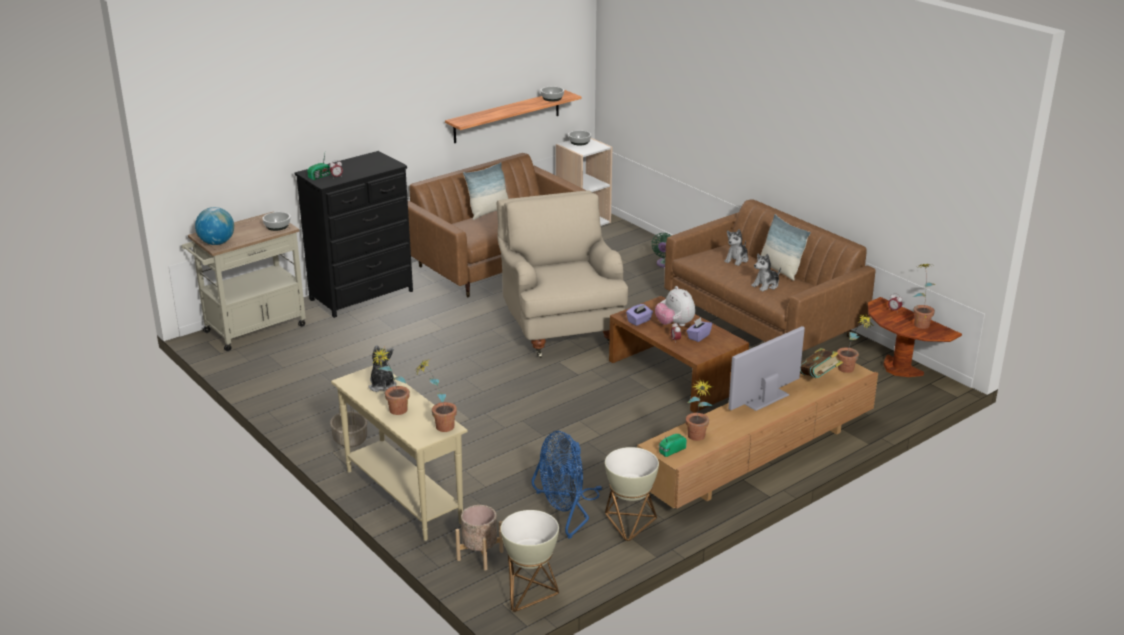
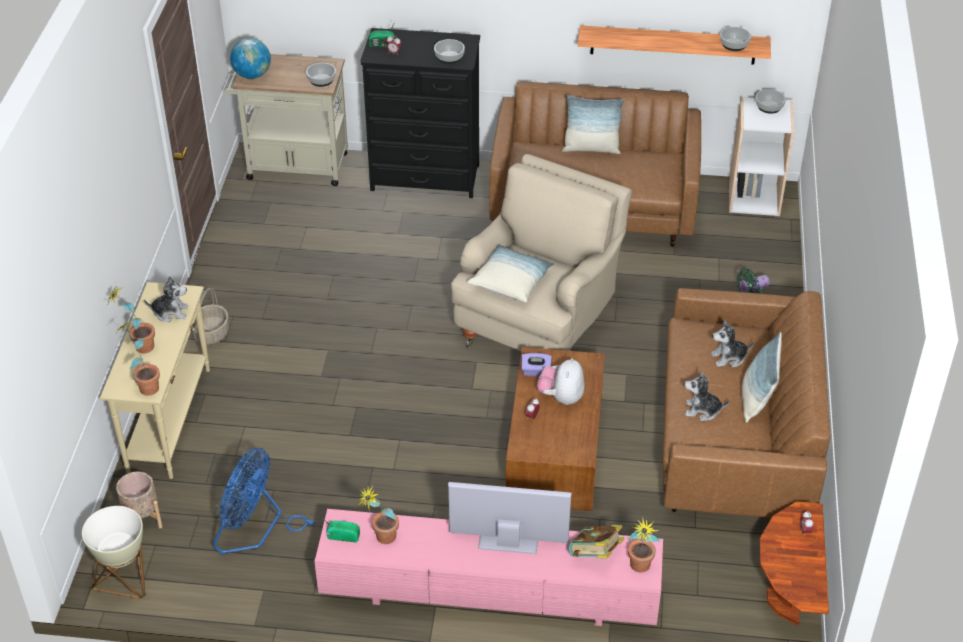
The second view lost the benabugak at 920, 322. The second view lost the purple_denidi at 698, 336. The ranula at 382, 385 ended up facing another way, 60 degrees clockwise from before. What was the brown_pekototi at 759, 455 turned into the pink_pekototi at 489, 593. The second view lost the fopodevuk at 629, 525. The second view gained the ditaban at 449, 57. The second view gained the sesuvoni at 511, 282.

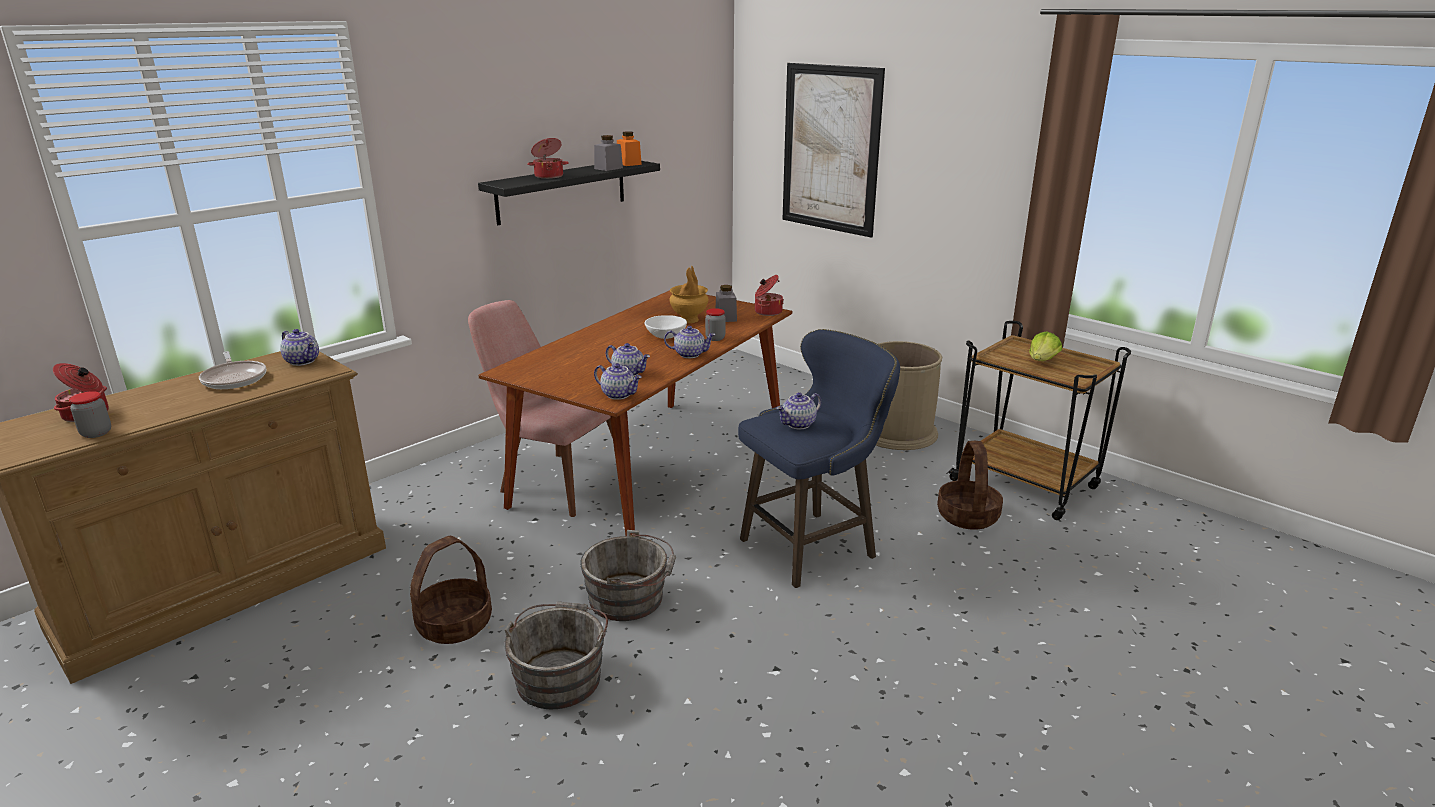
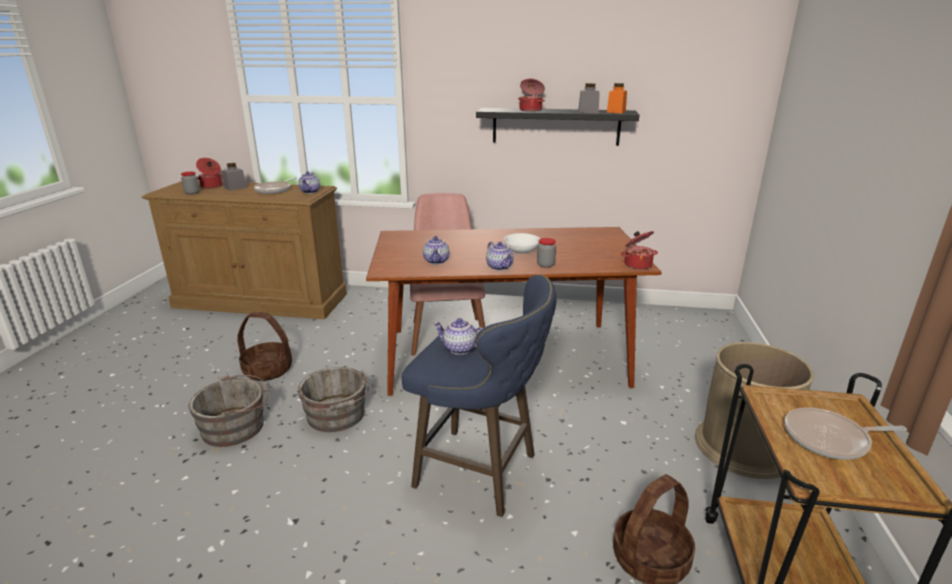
The second view lost the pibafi at 830, 149. The second view lost the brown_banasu at 689, 320. The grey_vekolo ended up elsewhere, having gone from 726, 318 to 235, 187. Where the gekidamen stood at 1042, 361, the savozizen came to stand at 830, 439. The second view lost the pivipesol at 619, 395.

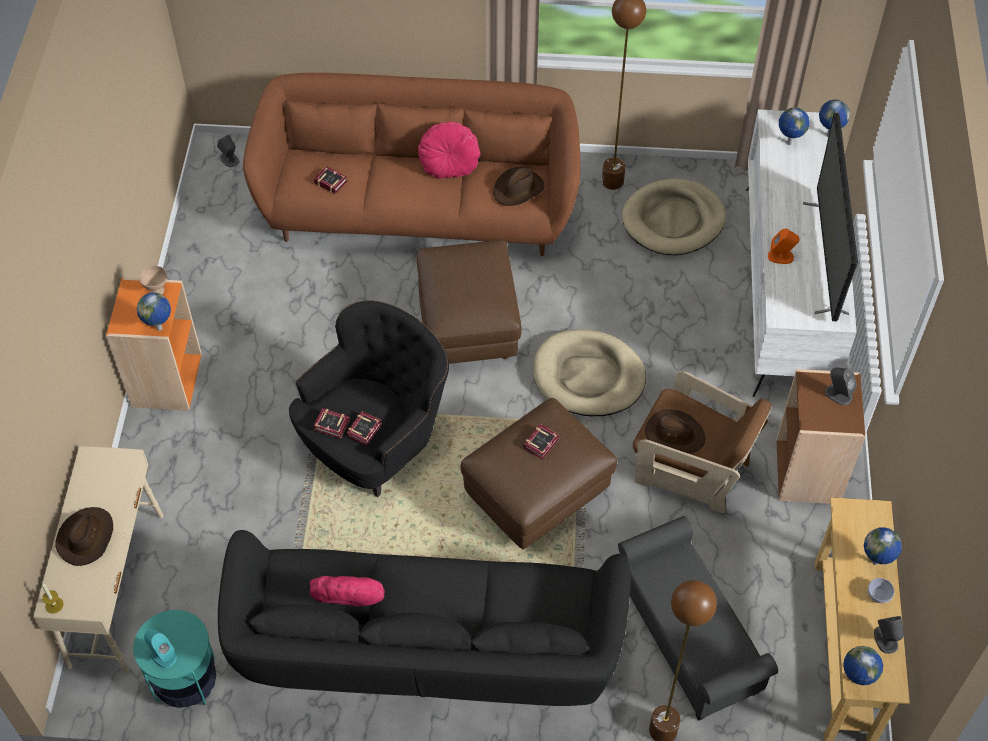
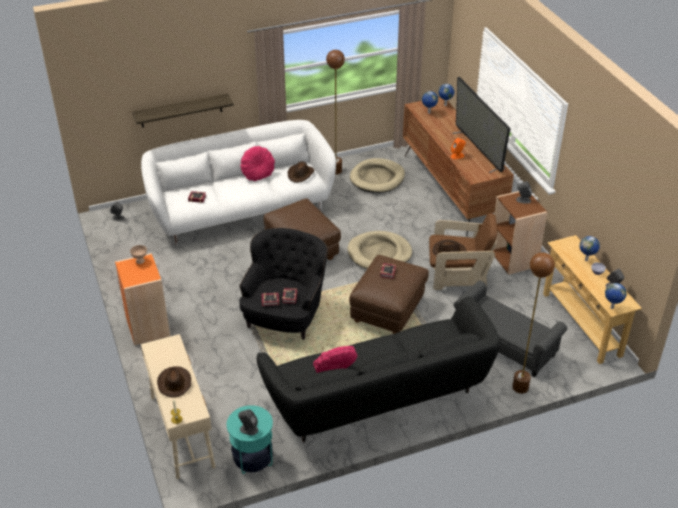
What was the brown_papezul at 418, 209 turned into the white_papezul at 241, 210. What was the white_pekototi at 785, 291 turned into the brown_pekototi at 452, 190. The second view lost the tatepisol at 160, 328. What was the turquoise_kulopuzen at 163, 655 turned into the grey_kulopuzen at 248, 429. The second view gained the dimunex at 181, 110.

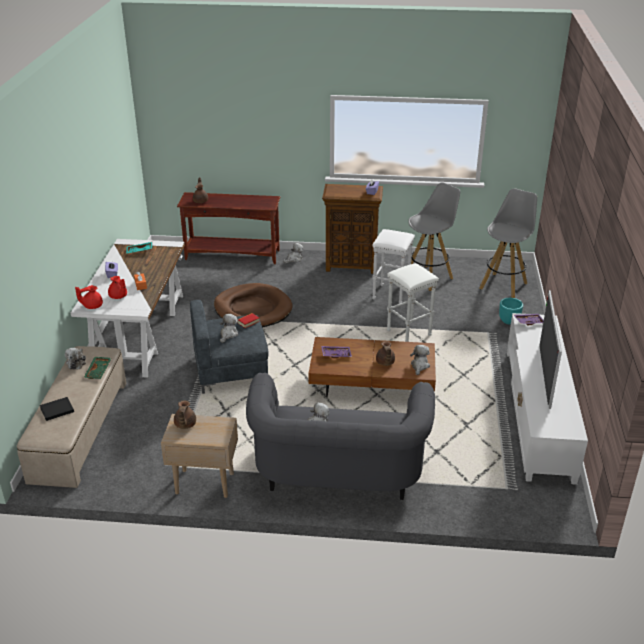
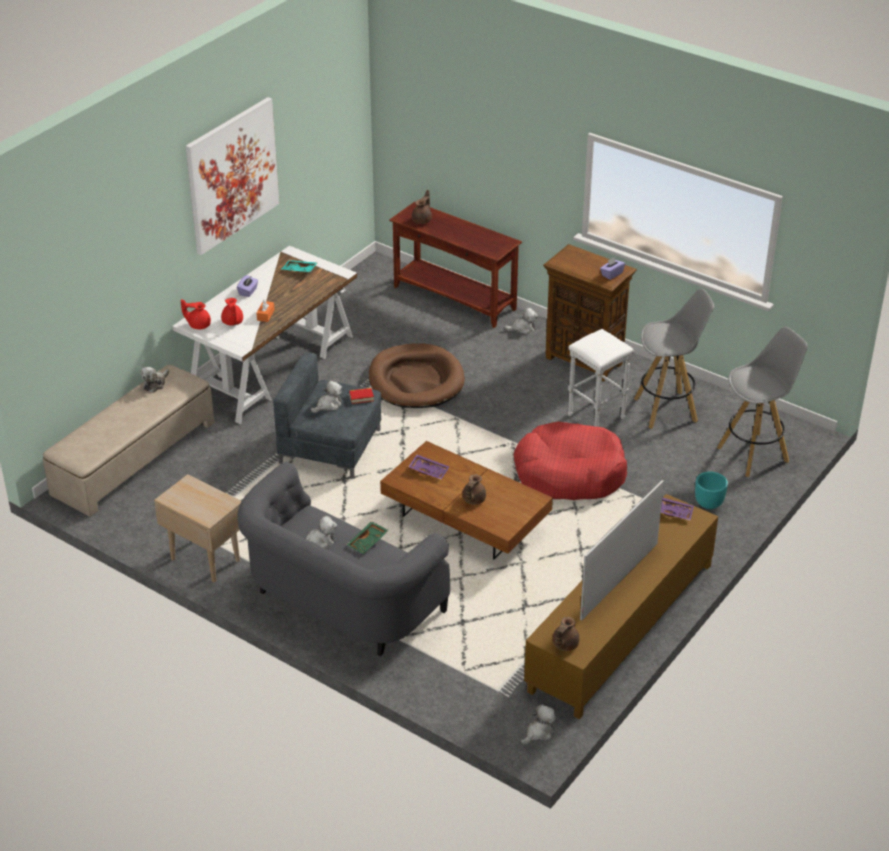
Where the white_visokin stood at 409, 332, the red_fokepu came to stand at 569, 473. What was the white_pekototi at 538, 413 turned into the brown_pekototi at 621, 627. The ranula ended up elsewhere, having gone from 419, 366 to 538, 732. The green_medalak ended up elsewhere, having gone from 99, 371 to 368, 542. The second view lost the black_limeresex at 56, 410. The brown_pivipesol ended up elsewhere, having gone from 184, 425 to 564, 644. The second view gained the pibafi at 232, 175.

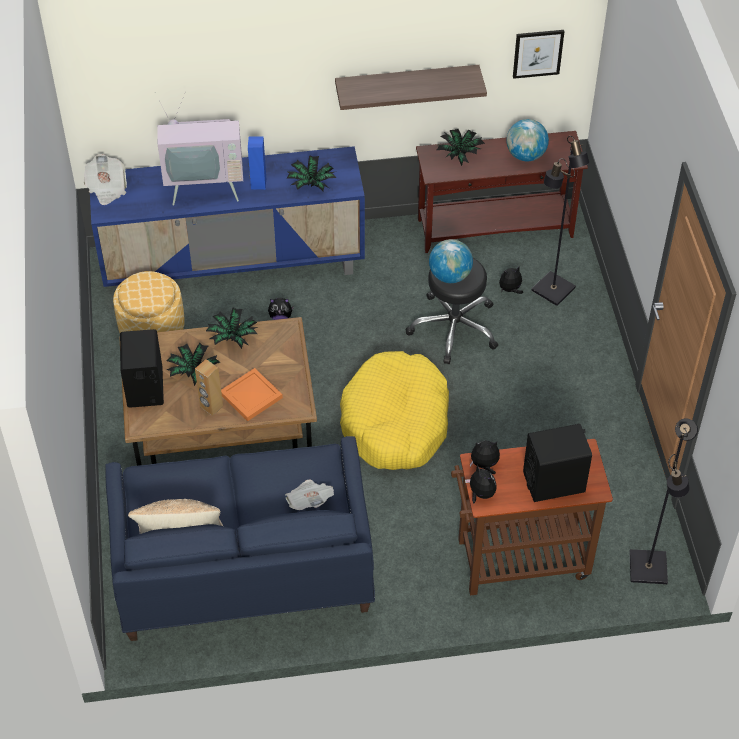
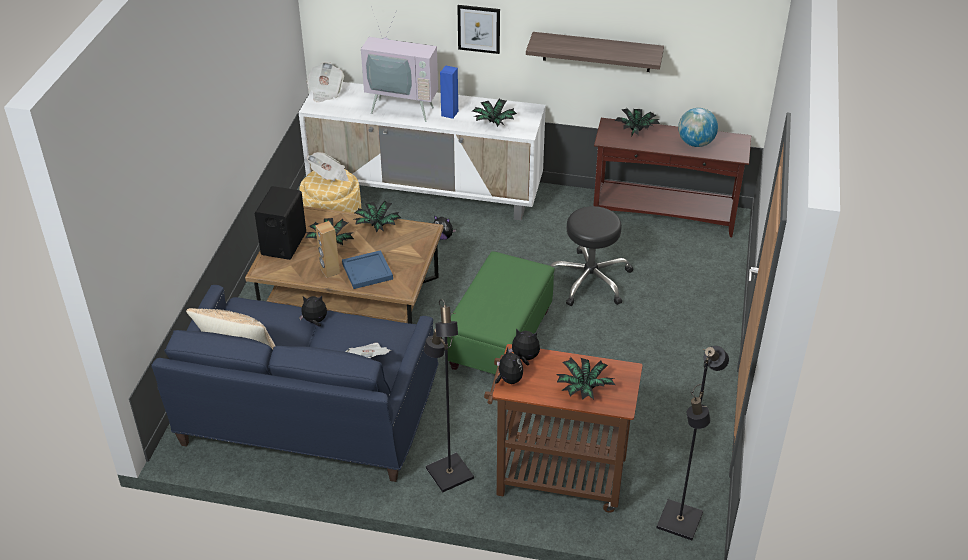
The pibafi ended up elsewhere, having gone from 538, 53 to 479, 28. The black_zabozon ended up elsewhere, having gone from 553, 289 to 449, 473. What was the blue_pekototi at 234, 261 turned into the white_pekototi at 426, 189. The second view lost the tatepisol at 450, 276. The ranula ended up elsewhere, having gone from 510, 290 to 315, 321. Where the yellow_fokepu stood at 395, 422, the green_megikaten came to stand at 500, 338. What was the orange_medalak at 251, 397 turned into the blue_medalak at 367, 272. Where the black_kulopuzen stood at 554, 482, the benabugak came to stand at 583, 388. The second view gained the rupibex at 329, 176.

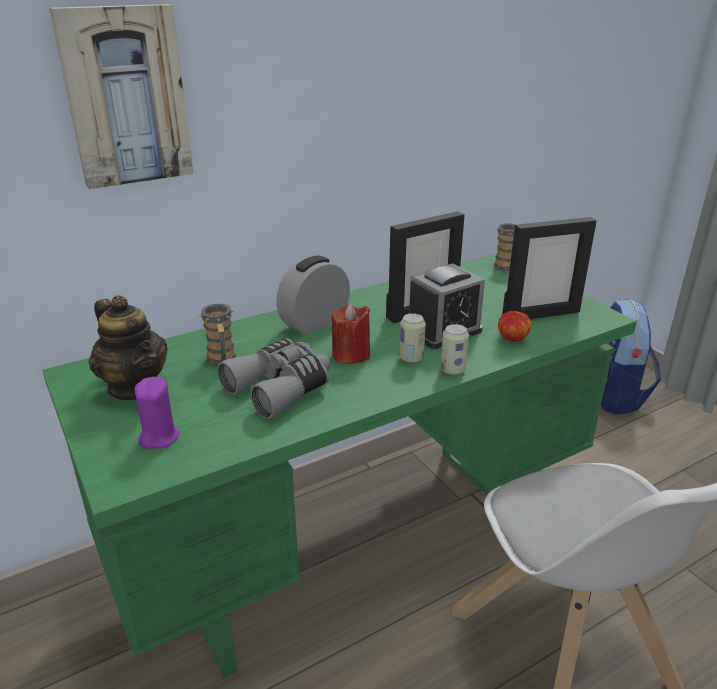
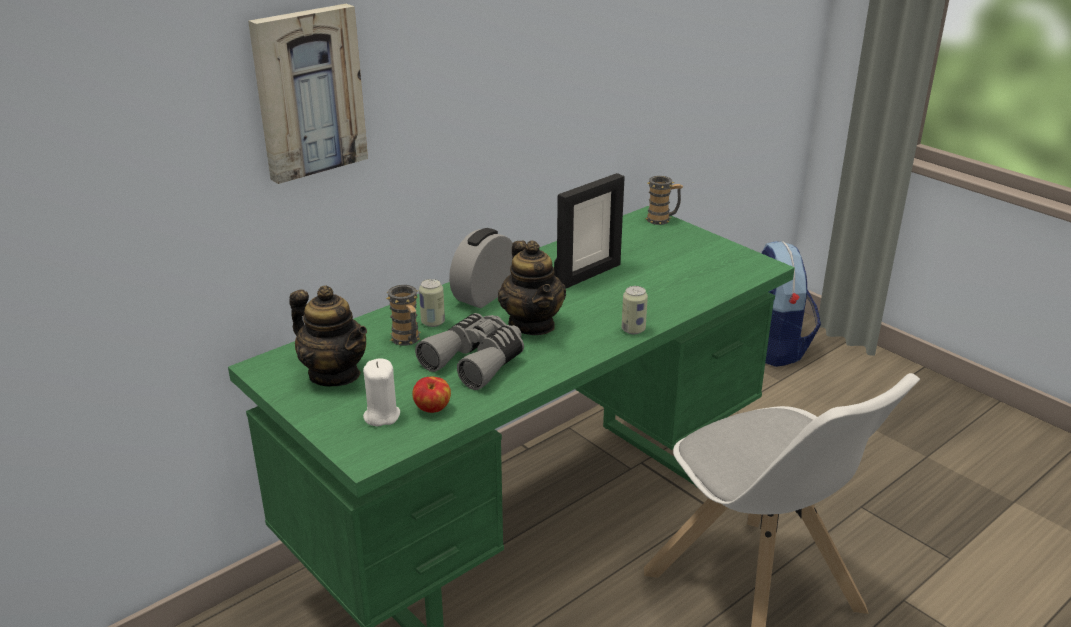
The second view lost the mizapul at 541, 314. The second view lost the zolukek at 443, 331. Where the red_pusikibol stood at 351, 355, the pivipesol came to stand at 532, 324. The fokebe ended up elsewhere, having gone from 512, 339 to 432, 409. The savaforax ended up elsewhere, having gone from 411, 358 to 433, 322. What was the purple_pusikibol at 159, 437 turned into the white_pusikibol at 381, 415.

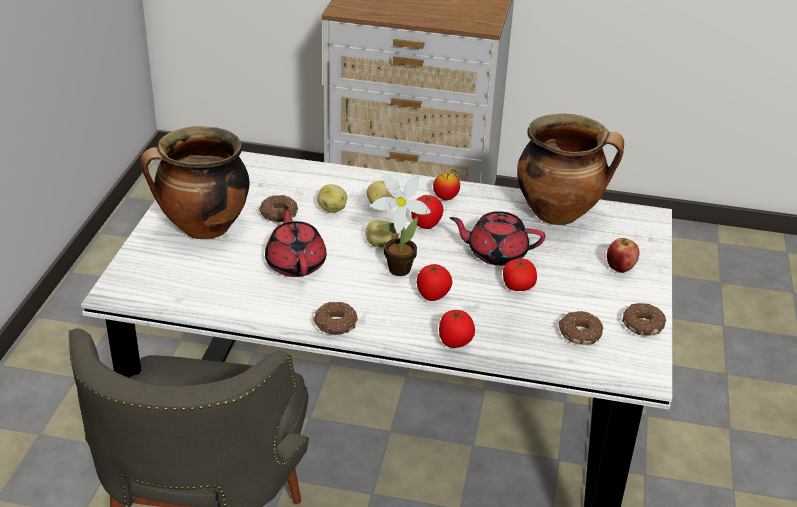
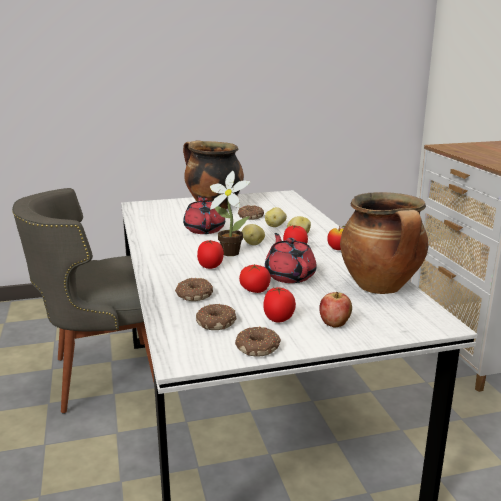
The red_pivipesol at 296, 263 ended up facing another way, 60 degrees counterclockwise from before. The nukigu ended up elsewhere, having gone from 335, 324 to 193, 295. The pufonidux ended up elsewhere, having gone from 455, 343 to 278, 320.

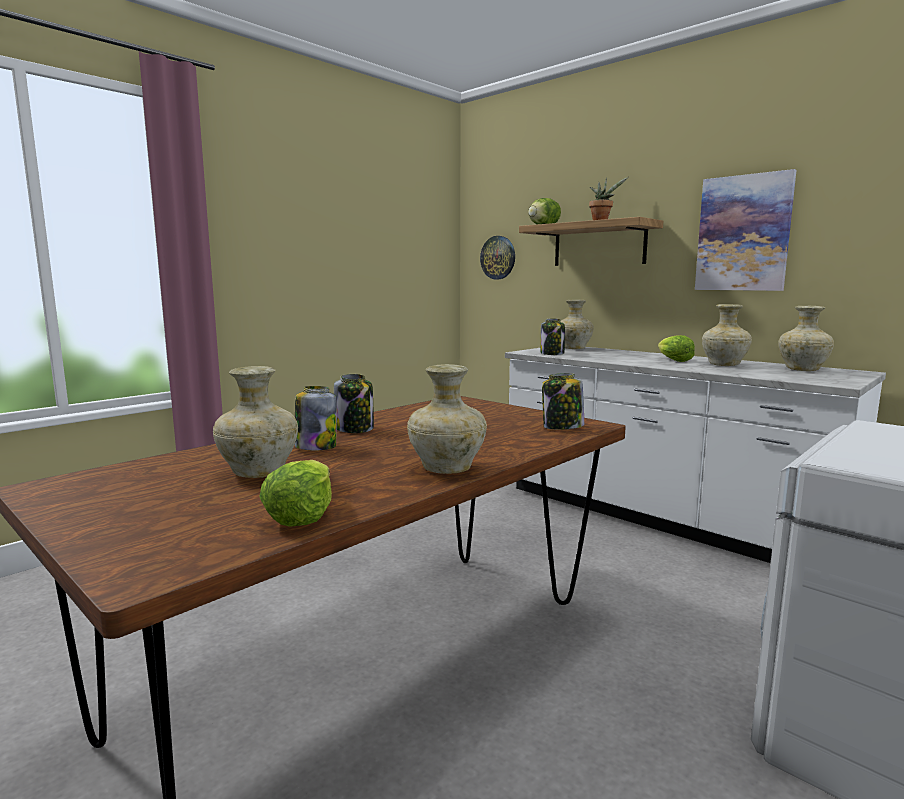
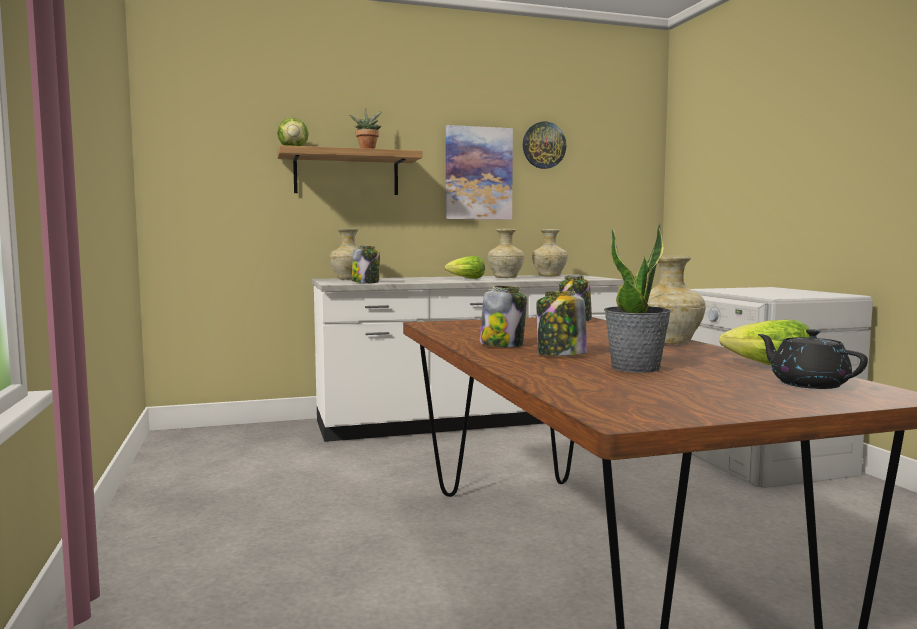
The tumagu ended up elsewhere, having gone from 498, 257 to 543, 145. Where the beige_banasu stood at 259, 472, the benabugak came to stand at 636, 368. The second view gained the black_pivipesol at 808, 384.

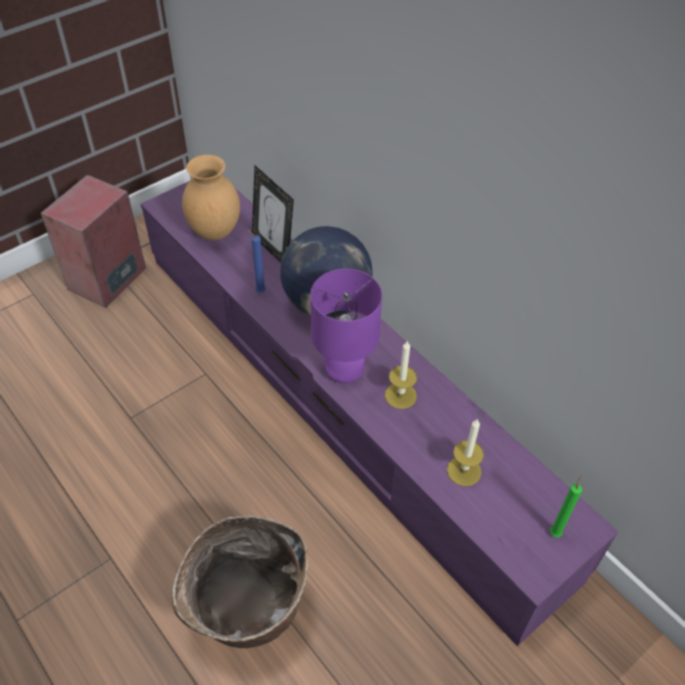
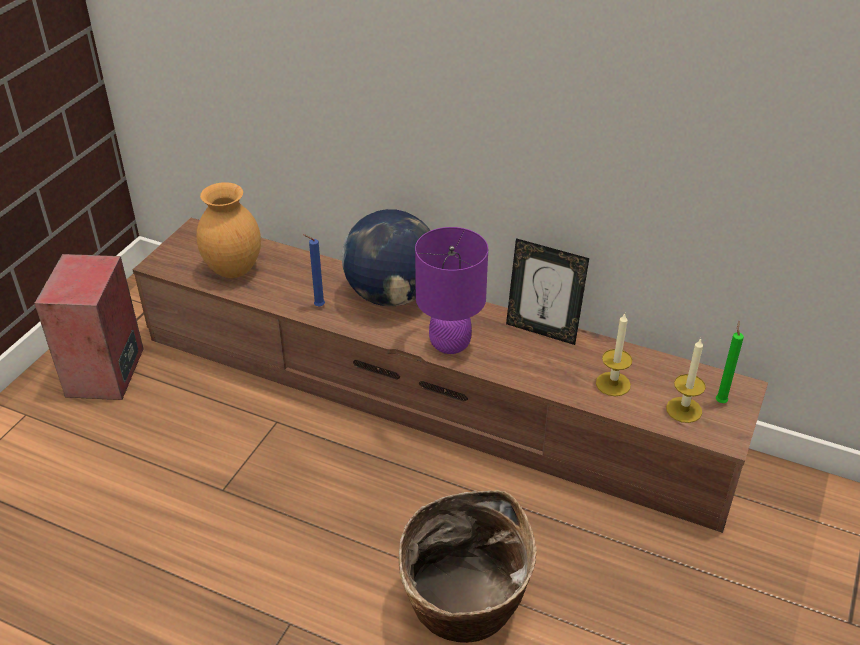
The mizapul ended up elsewhere, having gone from 273, 249 to 542, 330. What was the purple_pekototi at 341, 398 turned into the brown_pekototi at 430, 395. The pusikibol ended up elsewhere, having gone from 400, 395 to 684, 410.

